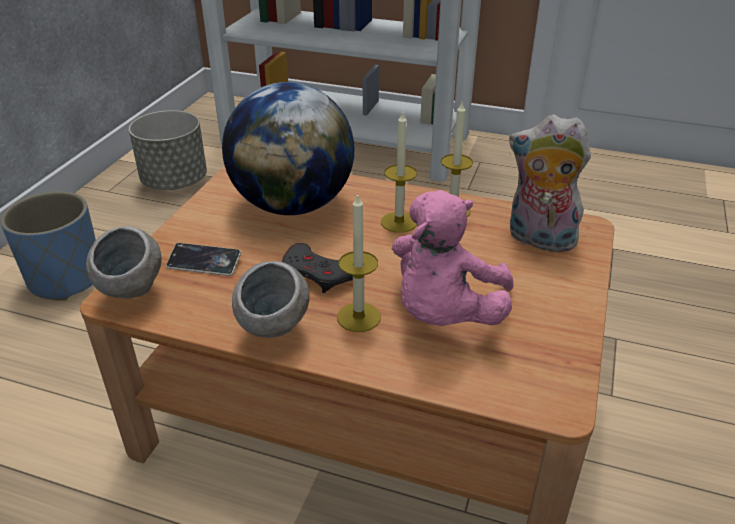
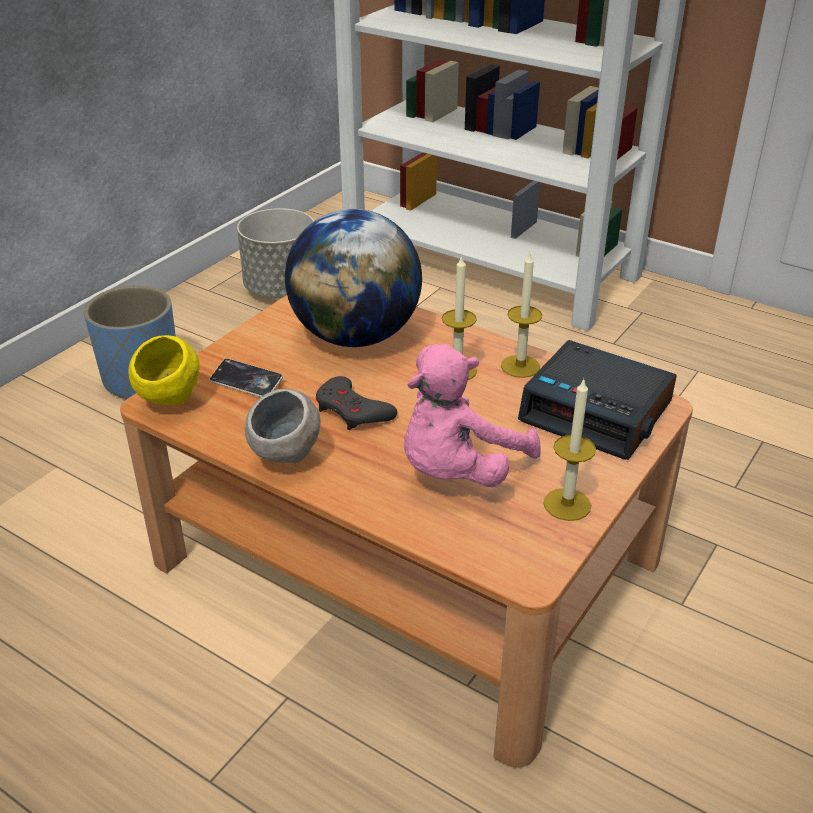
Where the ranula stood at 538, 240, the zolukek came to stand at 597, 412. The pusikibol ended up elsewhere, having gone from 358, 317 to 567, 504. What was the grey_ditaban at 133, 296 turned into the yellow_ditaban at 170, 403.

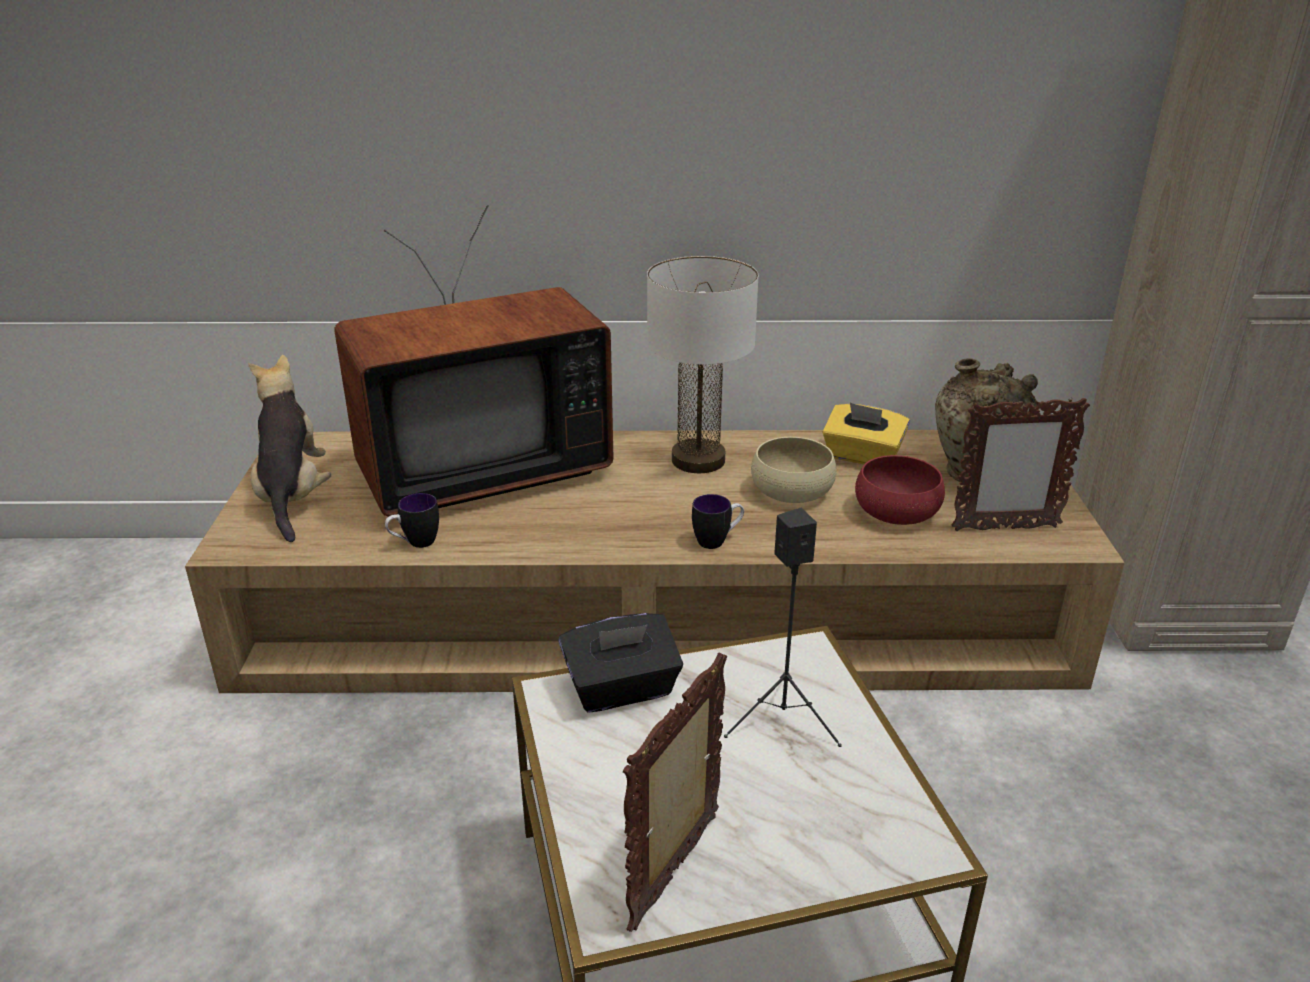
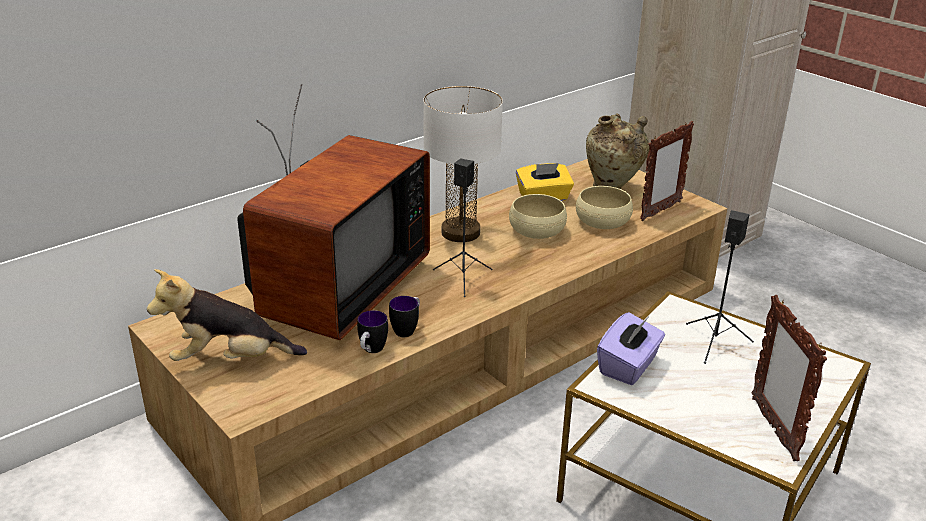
The ranula at 293, 496 ended up facing another way, 45 degrees counterclockwise from before. What was the red_ditaban at 896, 512 turned into the beige_ditaban at 602, 222. The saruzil ended up elsewhere, having gone from 717, 541 to 407, 329. What was the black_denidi at 621, 689 turned into the purple_denidi at 628, 366. The second view gained the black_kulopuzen at 463, 278.

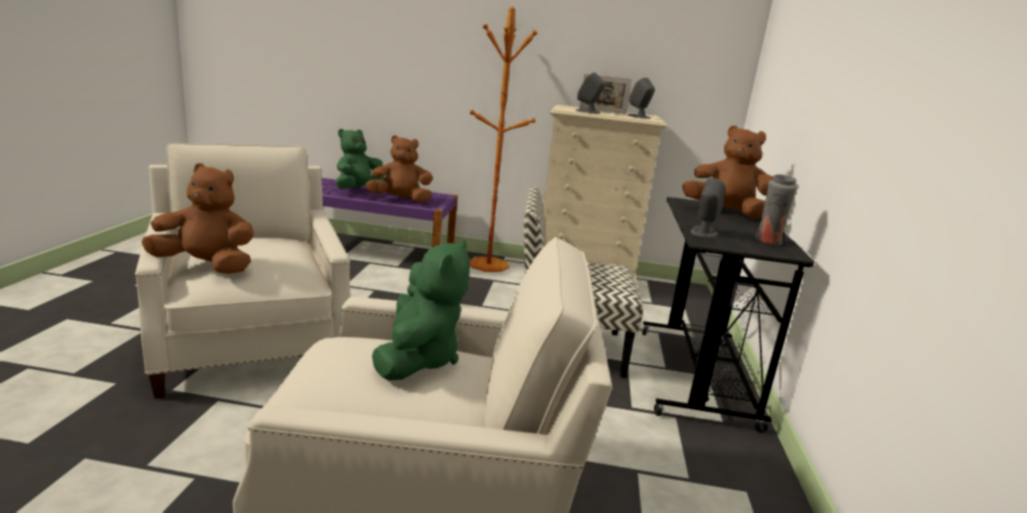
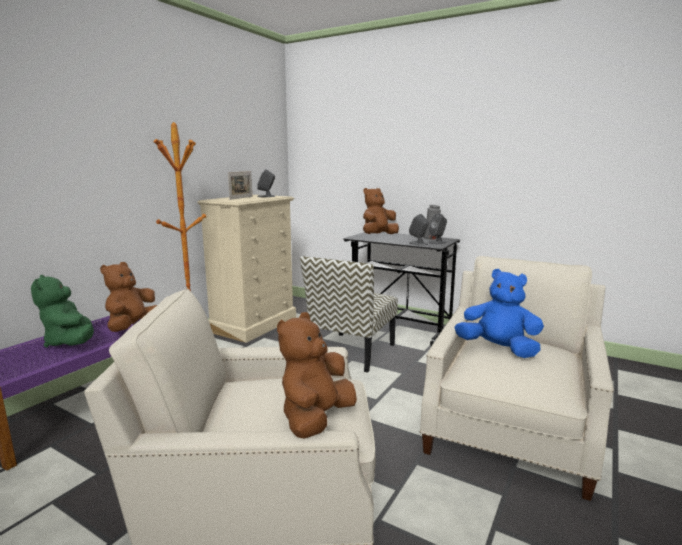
The grey_kulopuzen ended up elsewhere, having gone from 588, 112 to 437, 242. What was the green_ranula at 418, 359 turned into the blue_ranula at 498, 349.

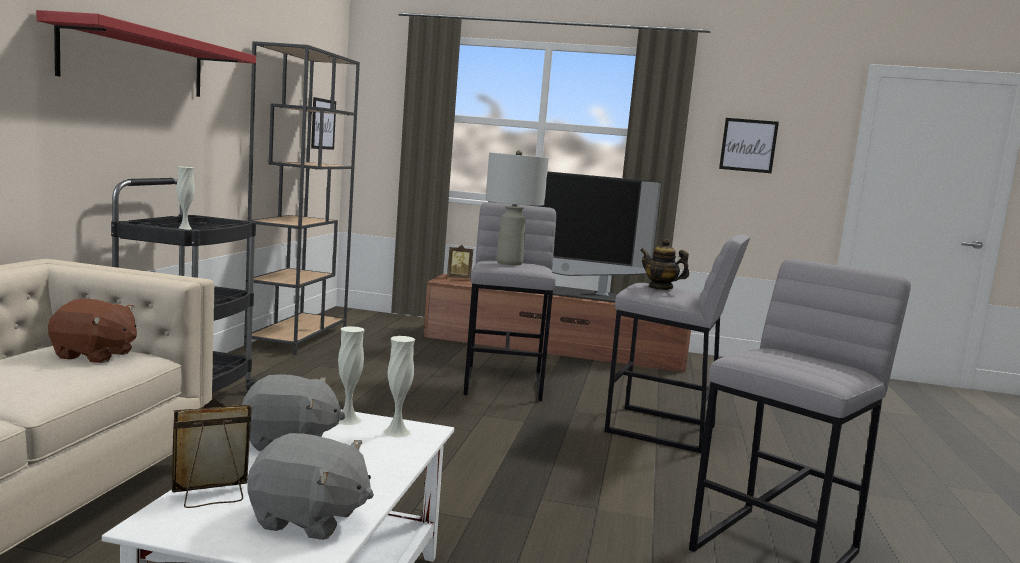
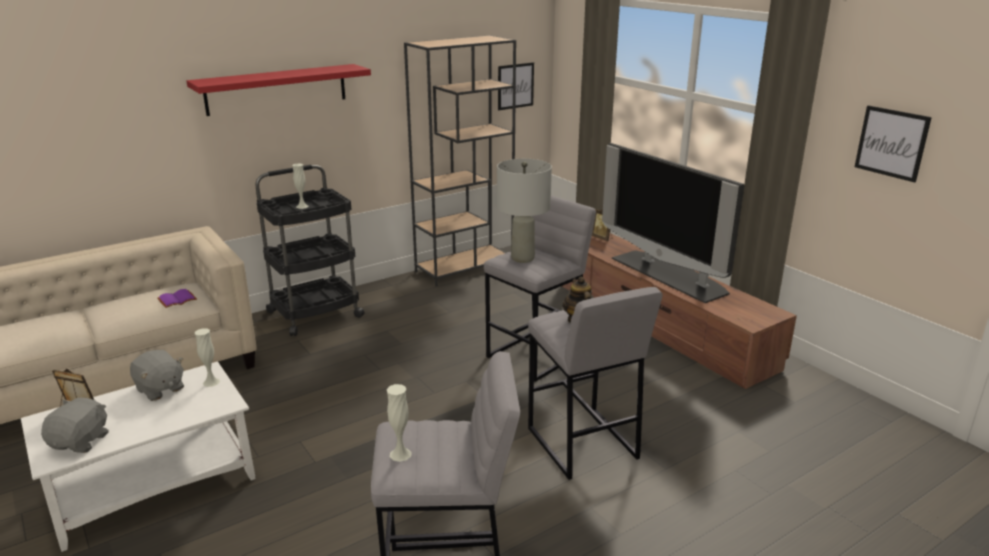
Where the brown_ranula stood at 94, 355, the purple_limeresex came to stand at 177, 299. The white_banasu ended up elsewhere, having gone from 396, 432 to 400, 454. The grey_ranula at 308, 519 ended up facing another way, 135 degrees counterclockwise from before.

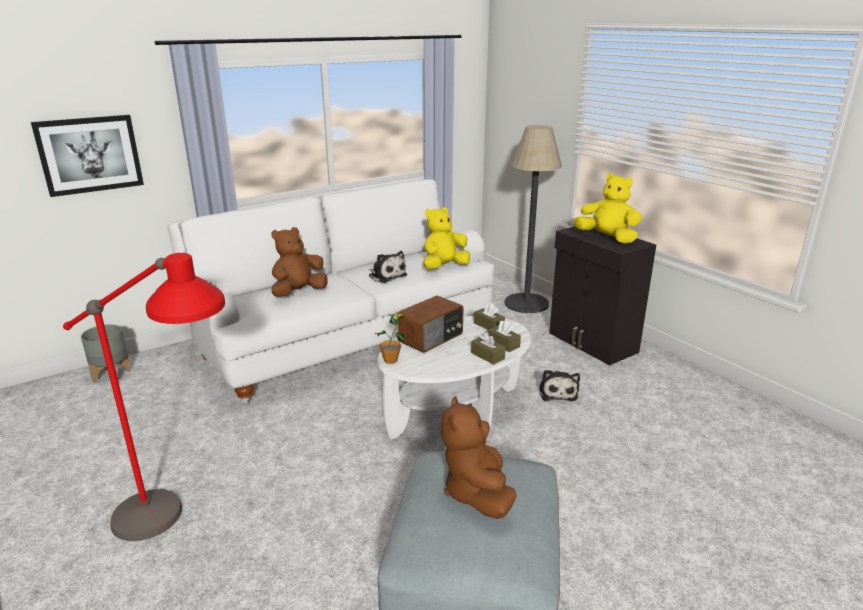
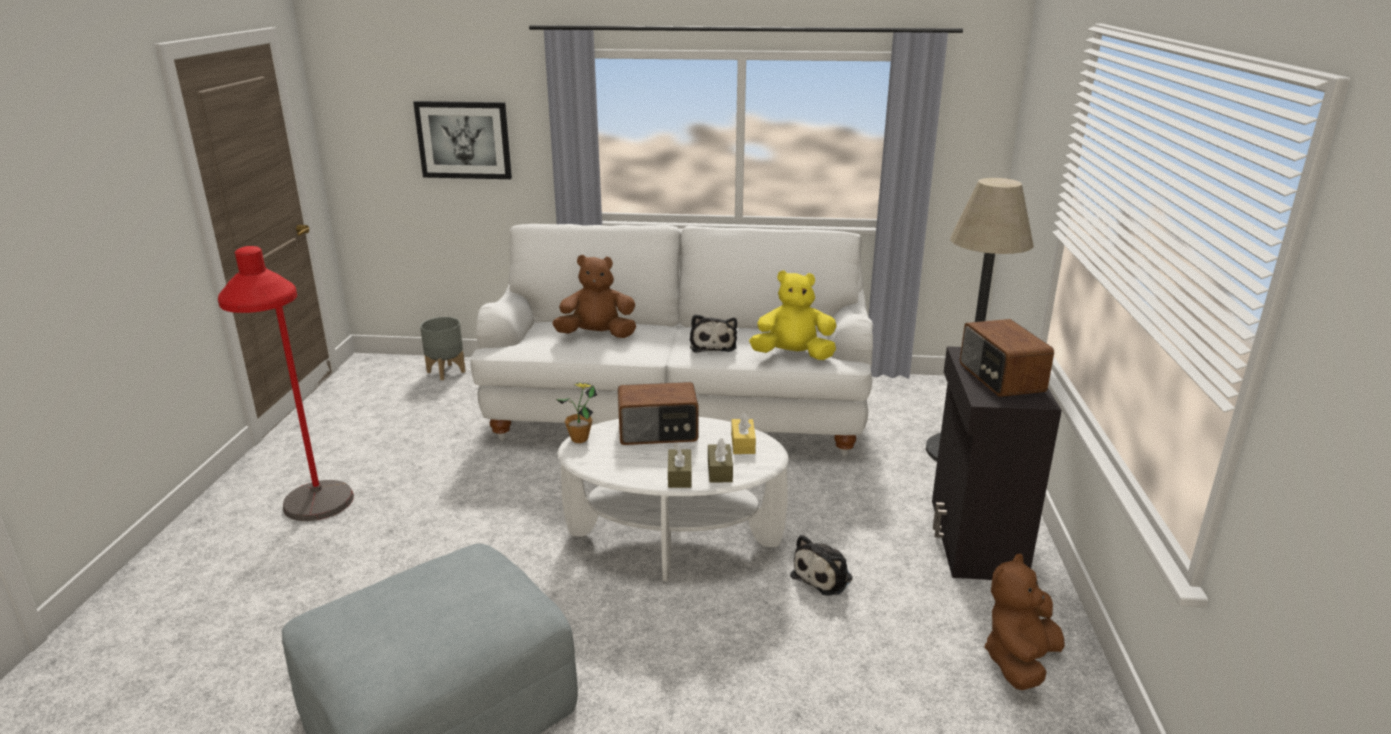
Where the yellow_ranula stood at 607, 238, the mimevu came to stand at 1000, 378. What was the brown_denidi at 488, 325 turned into the yellow_denidi at 743, 444. The brown_ranula ended up elsewhere, having gone from 476, 492 to 1019, 661.

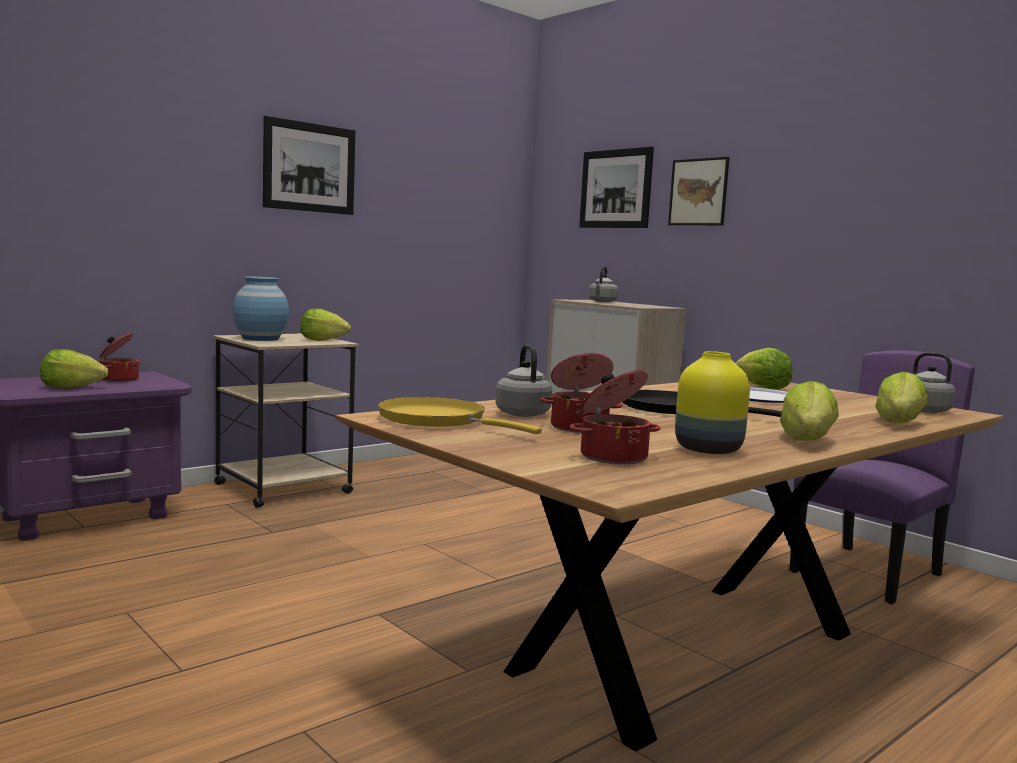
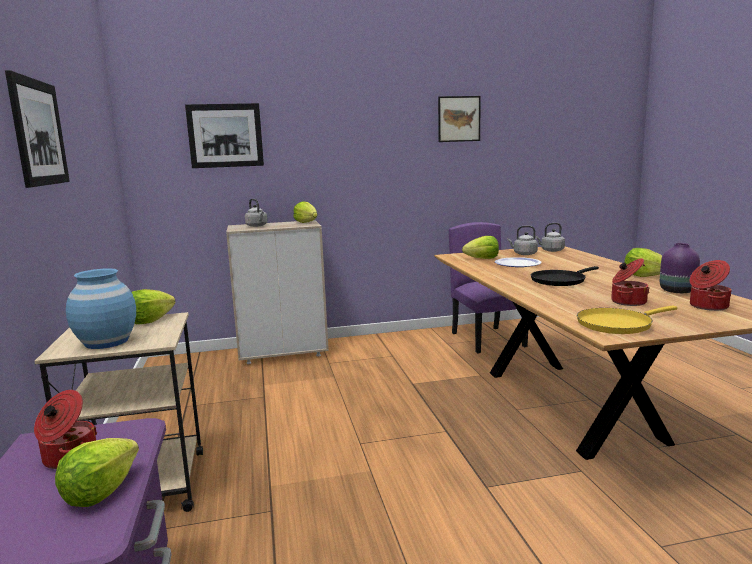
The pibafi ended up elsewhere, having gone from 698, 192 to 459, 119. The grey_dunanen ended up elsewhere, having gone from 522, 413 to 523, 254. What was the yellow_banasu at 706, 449 turned into the purple_banasu at 676, 291. The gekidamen ended up elsewhere, having gone from 899, 423 to 306, 222.

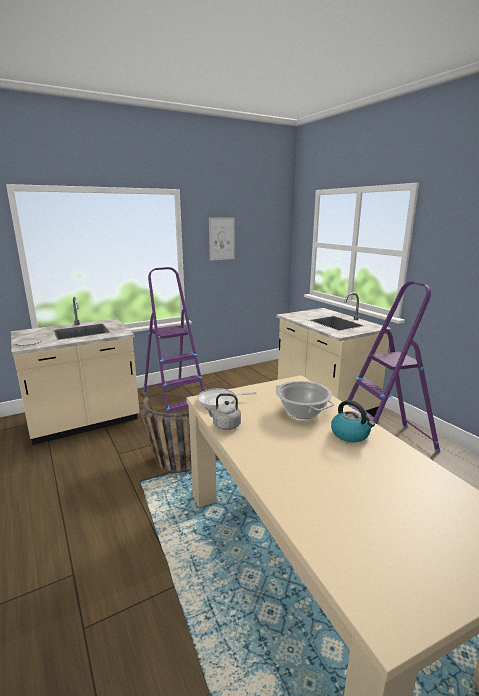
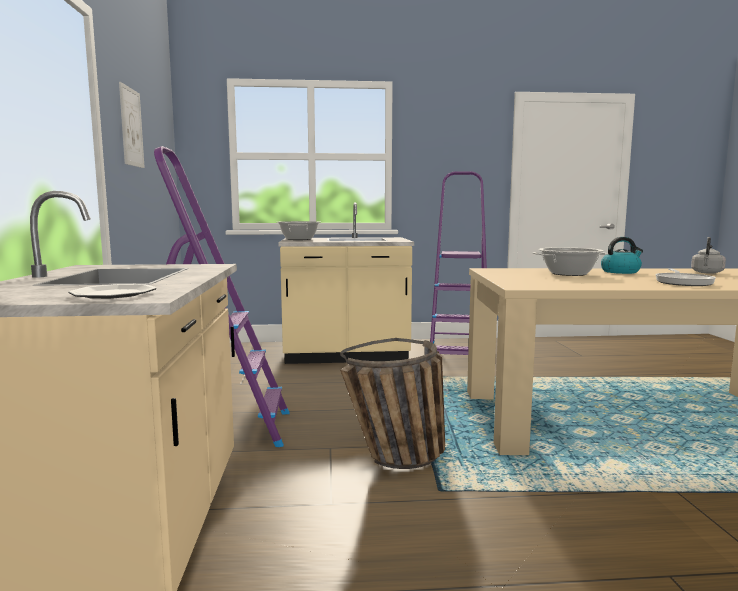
The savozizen ended up elsewhere, having gone from 219, 401 to 683, 282. The grey_dunanen ended up elsewhere, having gone from 225, 425 to 707, 272. The second view gained the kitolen at 298, 239.

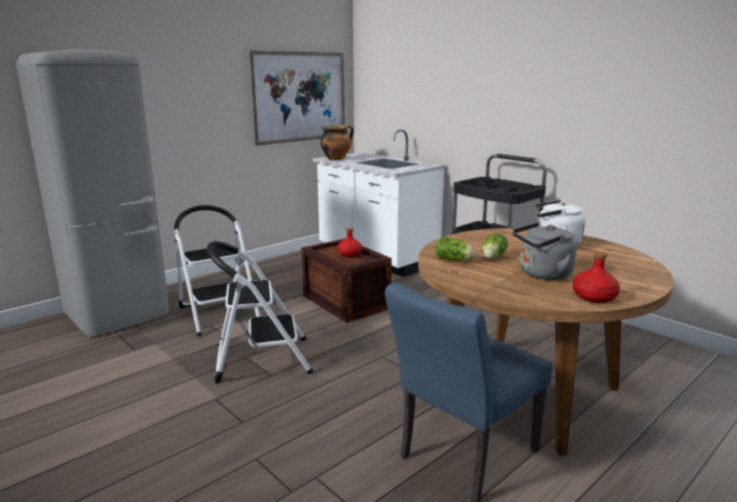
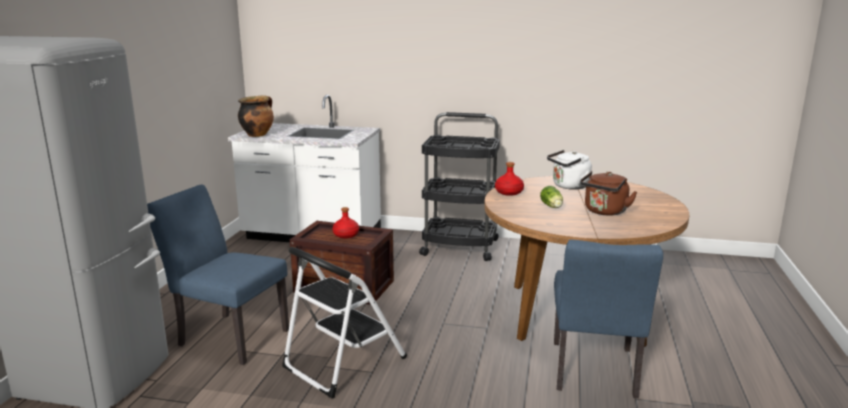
The second view lost the pibafi at 300, 97. Where the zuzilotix stood at 218, 313, the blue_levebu came to stand at 227, 336. What was the grey_dunanen at 542, 274 turned into the brown_dunanen at 604, 212. The second view lost the gekidamen at 454, 260. The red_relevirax ended up elsewhere, having gone from 594, 297 to 509, 192.

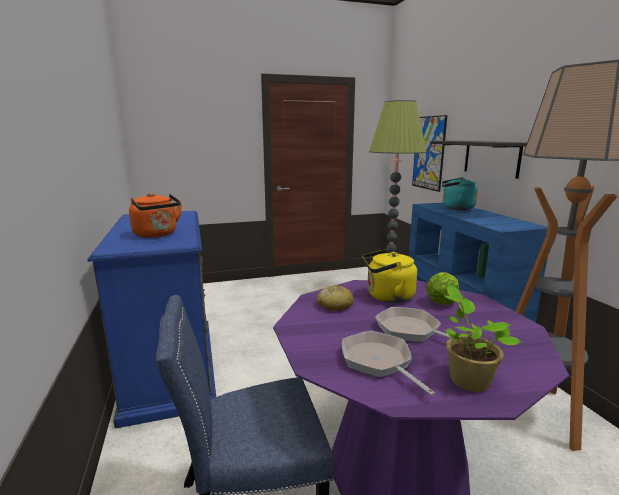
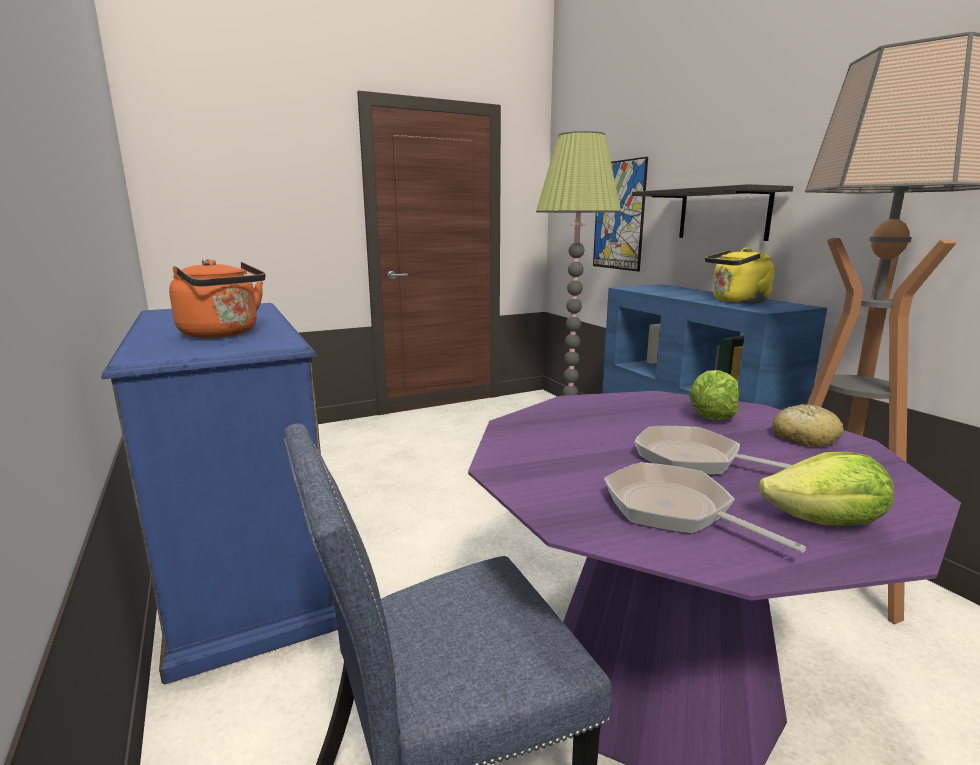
The second view lost the turquoise_dunanen at 455, 208. The yellow_dunanen ended up elsewhere, having gone from 387, 297 to 737, 301. Where the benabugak stood at 467, 379, the gekidamen came to stand at 825, 523. The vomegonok ended up elsewhere, having gone from 334, 305 to 804, 438.

